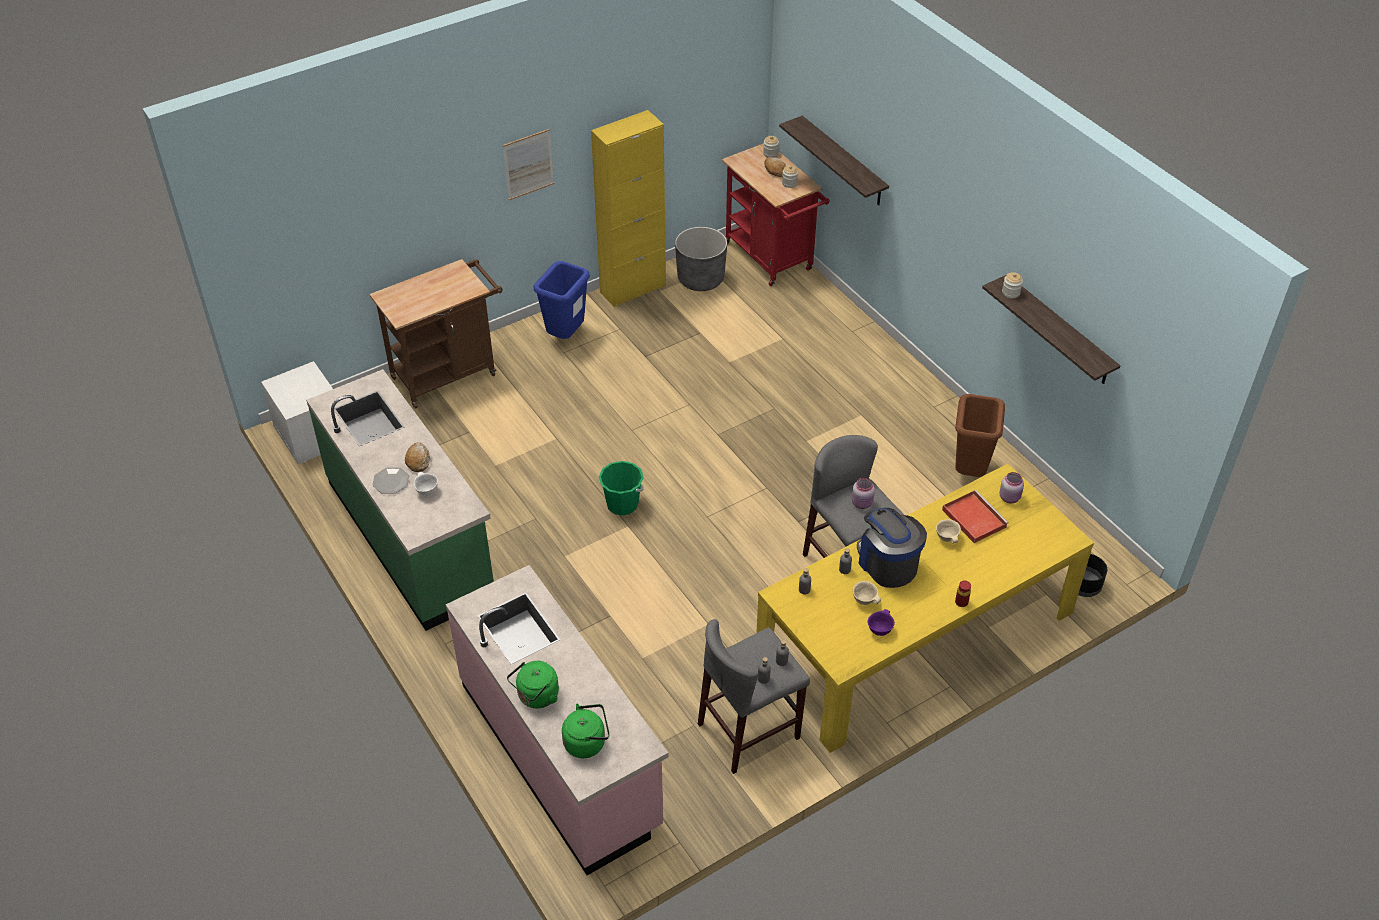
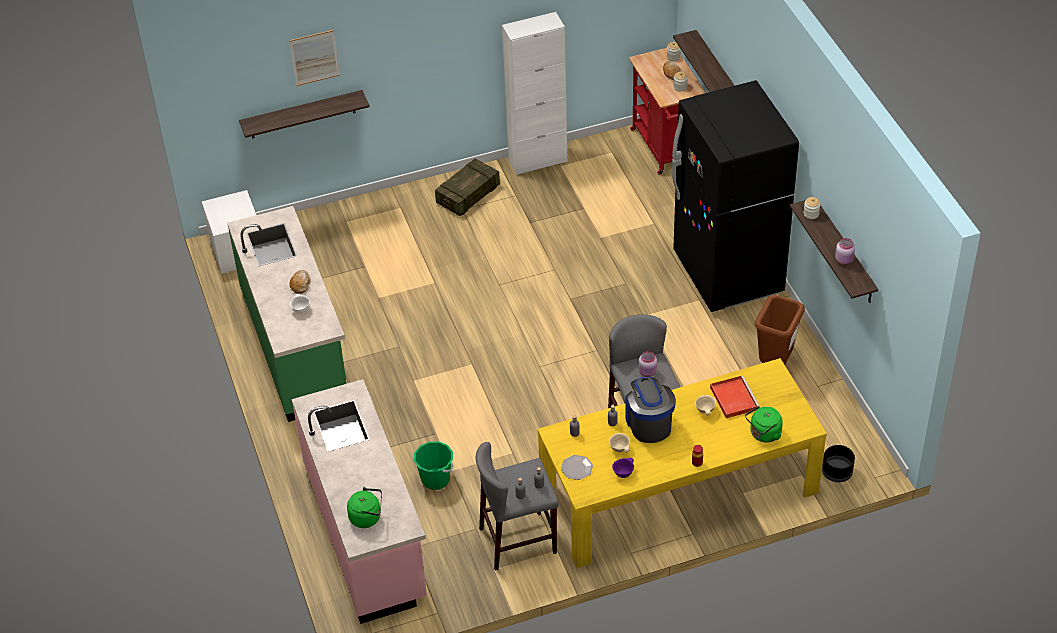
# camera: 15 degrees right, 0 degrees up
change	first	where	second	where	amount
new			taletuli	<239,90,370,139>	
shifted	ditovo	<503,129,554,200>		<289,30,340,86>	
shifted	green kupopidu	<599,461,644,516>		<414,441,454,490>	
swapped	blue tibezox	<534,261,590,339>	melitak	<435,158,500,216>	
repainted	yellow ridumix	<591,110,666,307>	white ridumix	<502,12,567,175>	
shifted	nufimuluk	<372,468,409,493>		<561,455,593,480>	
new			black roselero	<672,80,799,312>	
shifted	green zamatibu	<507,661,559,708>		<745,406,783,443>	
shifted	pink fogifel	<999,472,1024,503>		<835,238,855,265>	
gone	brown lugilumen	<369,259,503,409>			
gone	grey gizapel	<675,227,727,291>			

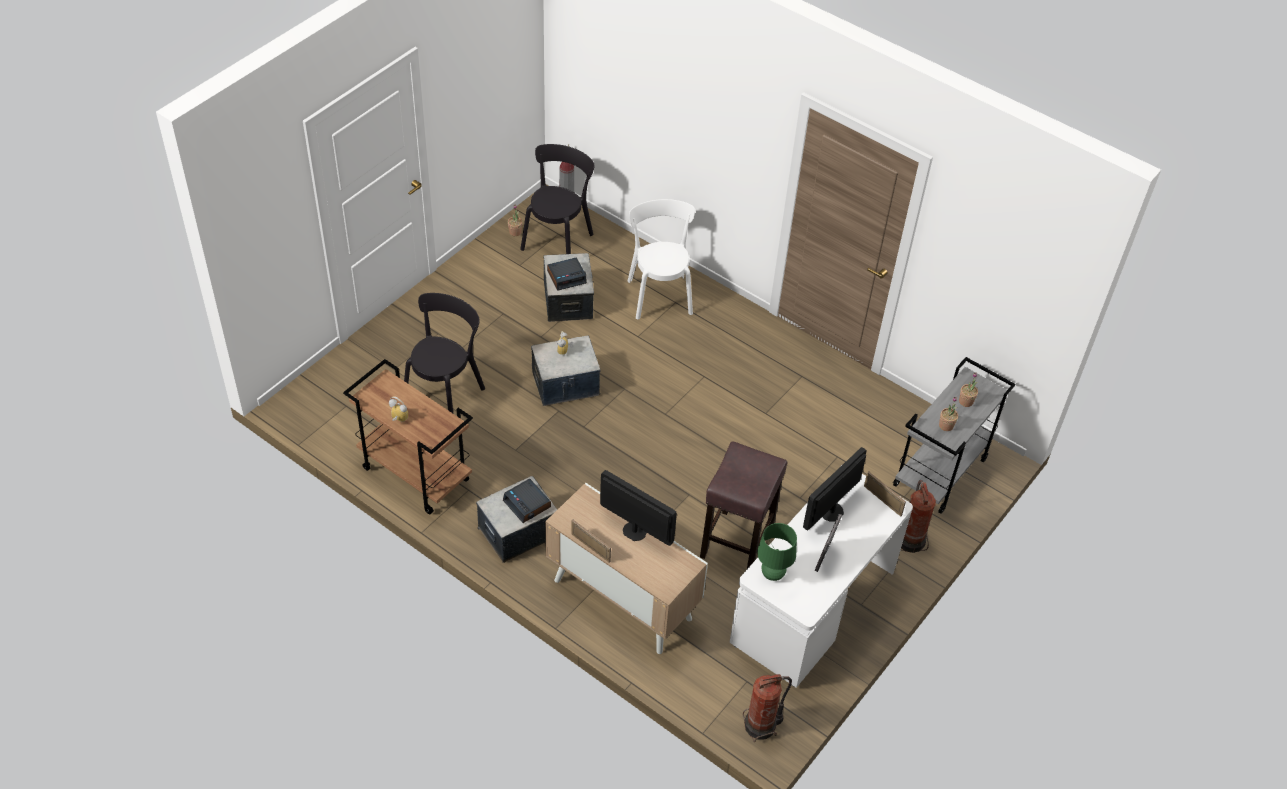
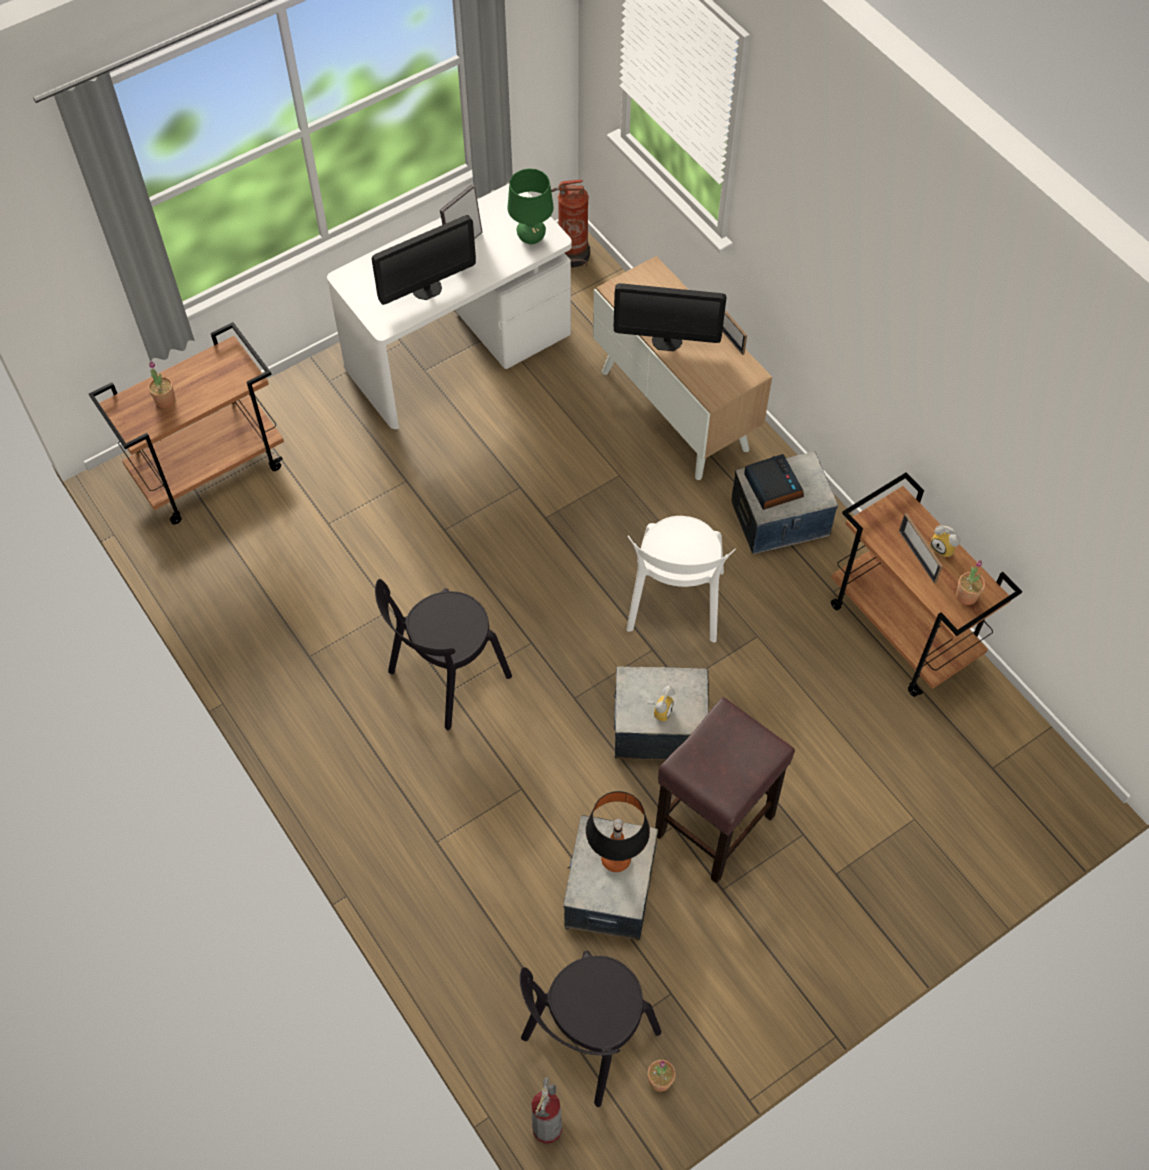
# camera: 160 degrees left, 10 degrees up
change	first	where	second	where	amount
repainted	grey lugilumen	<893,357,1015,514>	brown lugilumen	<89,322,284,524>	
shifted	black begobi	<404,293,485,413>		<375,579,512,730>	
swapped	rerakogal	<547,257,587,291>	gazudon	<586,791,650,872>	
rotated	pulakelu	<600,470,677,546>		<614,283,726,351>	45 degrees counterclockwise
shifted	white begobi	<628,199,695,320>		<626,516,736,643>	
shifted	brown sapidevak	<700,441,788,569>		<655,697,795,884>	
shifted	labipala	<864,471,906,517>		<899,513,943,584>	
shifted	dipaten	<939,397,958,431>		<956,560,985,605>	
gone	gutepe	<900,480,936,553>			

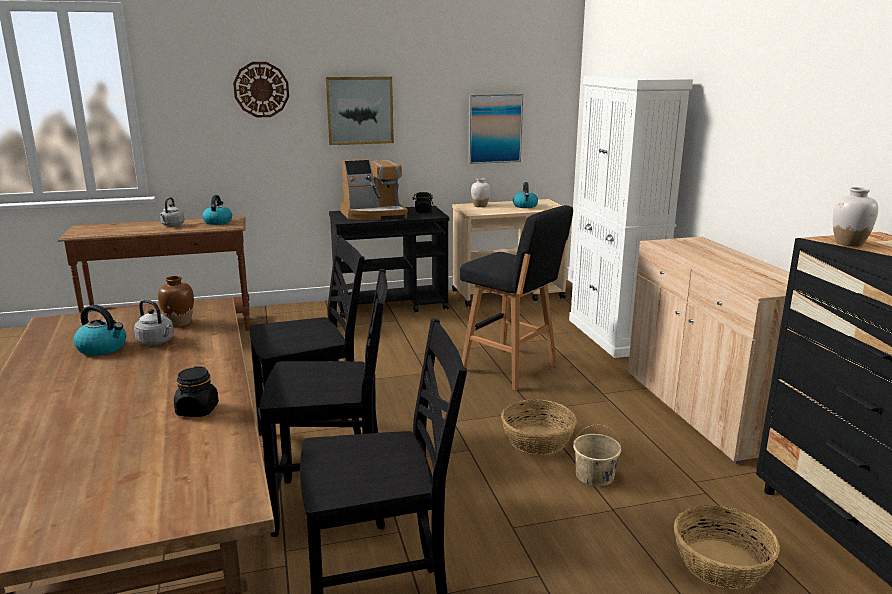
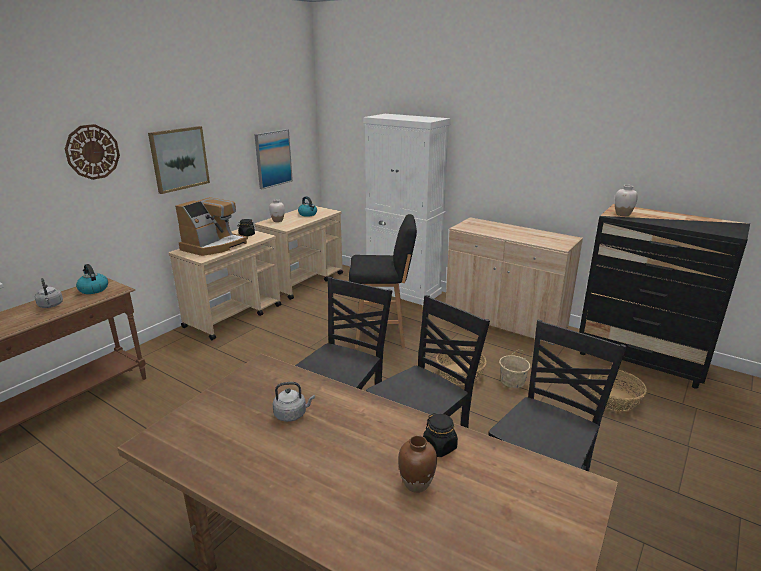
# camera: 40 degrees left, 5 degrees up
change	first	where	second	where	amount
repainted	black lugilumen	<329,206,449,319>	beige lugilumen	<168,229,281,340>	
shifted	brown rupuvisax	<158,276,194,327>		<398,435,437,493>	
gone	zamatibu	<73,305,126,356>			

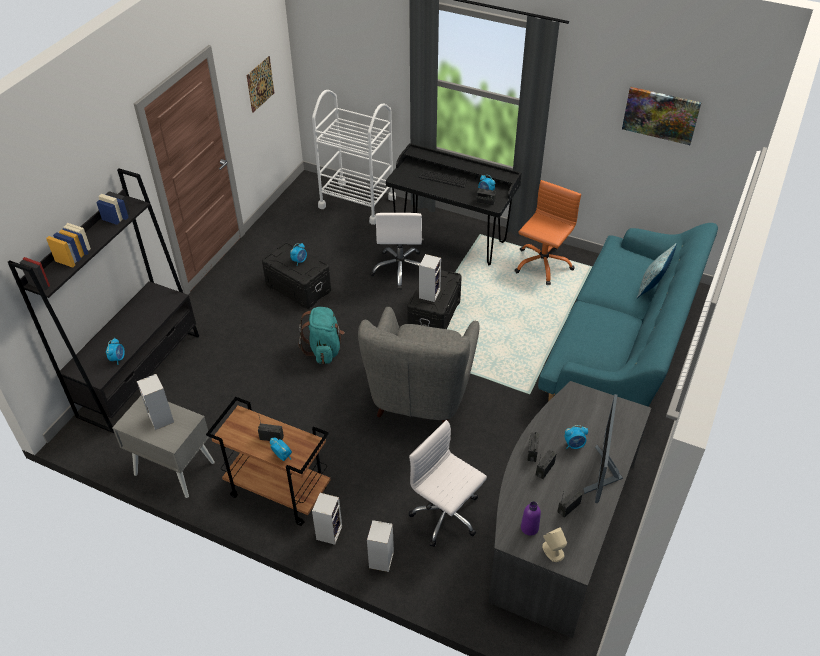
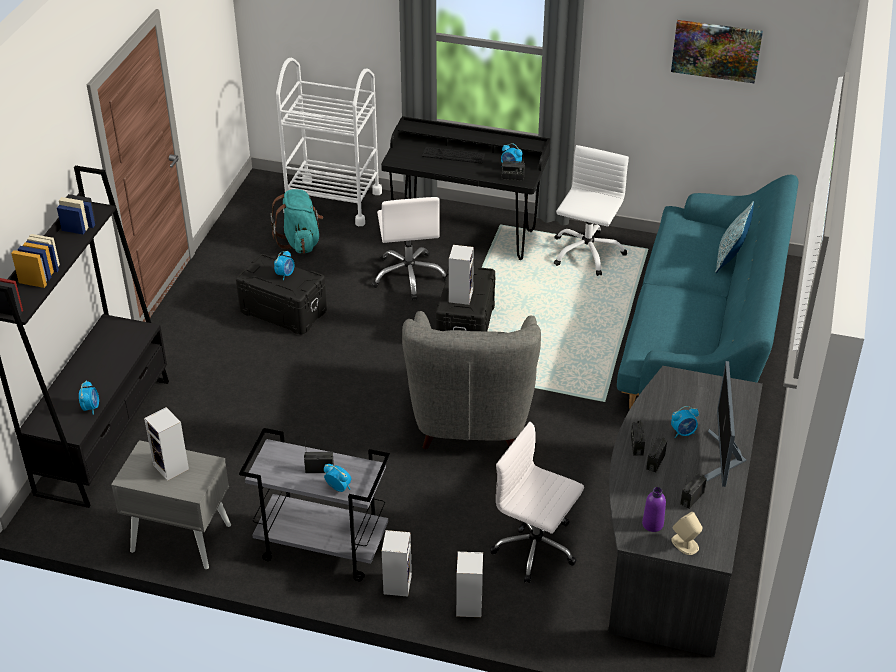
# camera: 10 degrees left, 5 degrees down
change	first	where	second	where	amount
repainted	brown lugilumen	<206,397,330,526>	grey lugilumen	<239,428,390,581>	
shifted	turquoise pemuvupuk	<299,307,345,364>		<270,189,323,254>	
repainted	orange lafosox	<514,180,581,285>	white lafosox	<554,145,629,276>	
gone	ditovo	<247,56,274,113>			

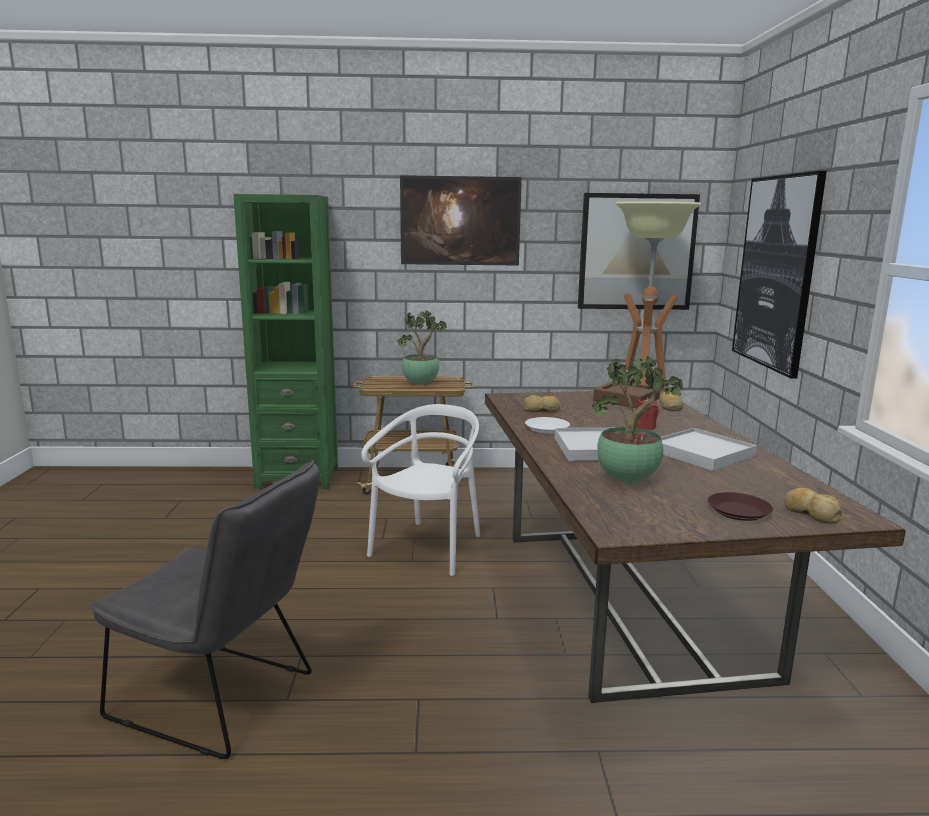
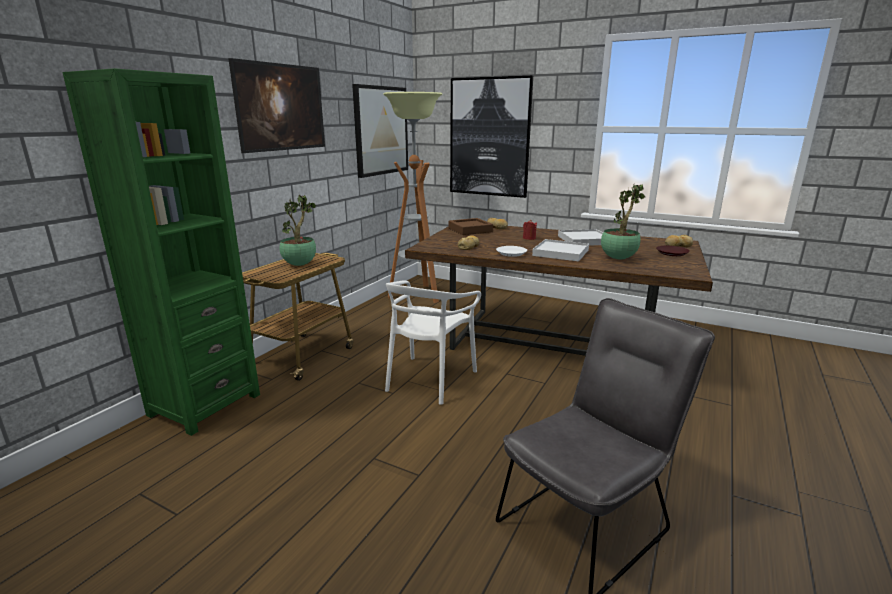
# camera: 60 degrees left, 5 degrees up
change	first	where	second	where	amount
rotated	white begobi	<361,404,480,576>		<385,281,481,405>	120 degrees counterclockwise

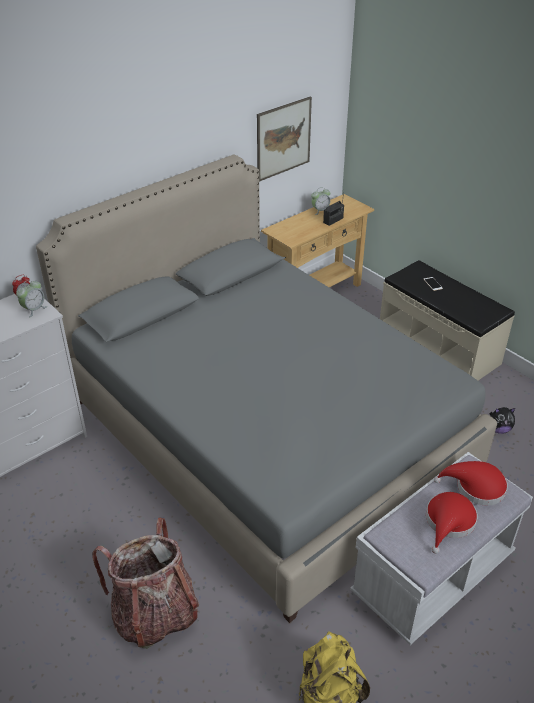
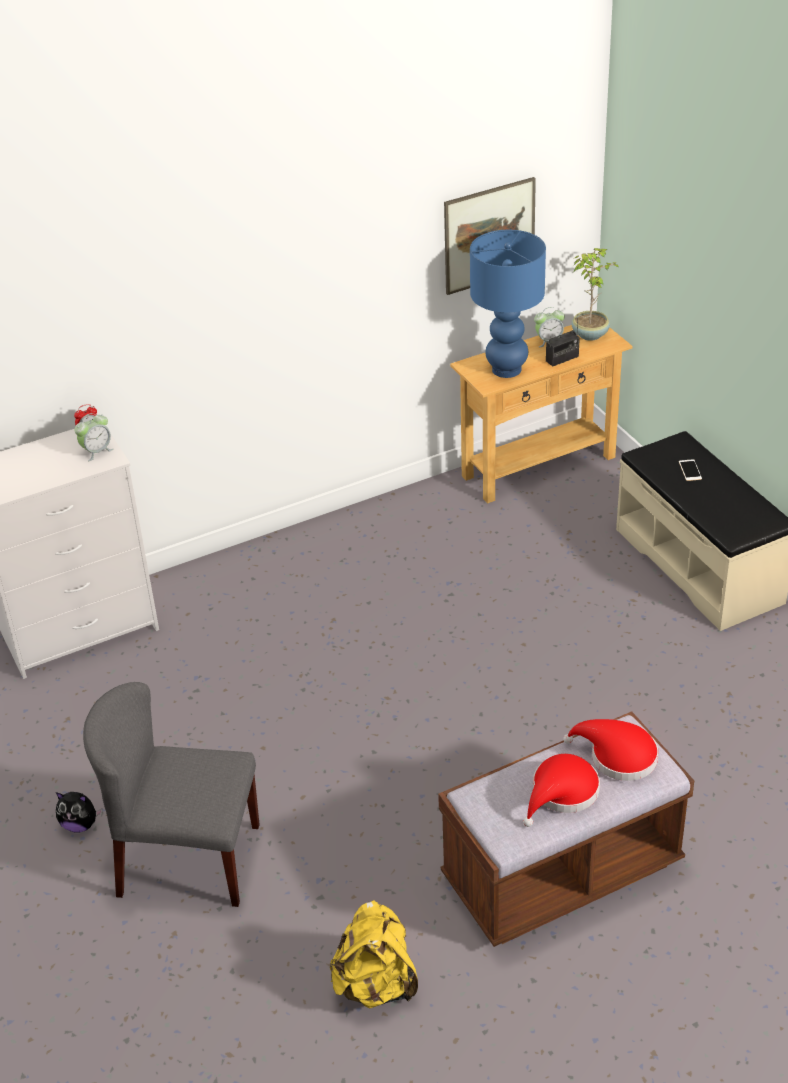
# camera: 15 degrees right, 0 degrees up
change	first	where	second	where	amount
shifted	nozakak	<490,407,515,434>		<56,792,103,832>	
swapped	pemuvupuk	<92,517,199,649>	grey begobi	<83,682,260,907>	
repainted	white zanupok	<350,452,533,645>	brown zanupok	<438,711,694,947>	
new			blue gazudon	<470,230,546,378>	
new			dipaten	<571,248,619,341>	
gone	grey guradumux	<36,155,497,623>			

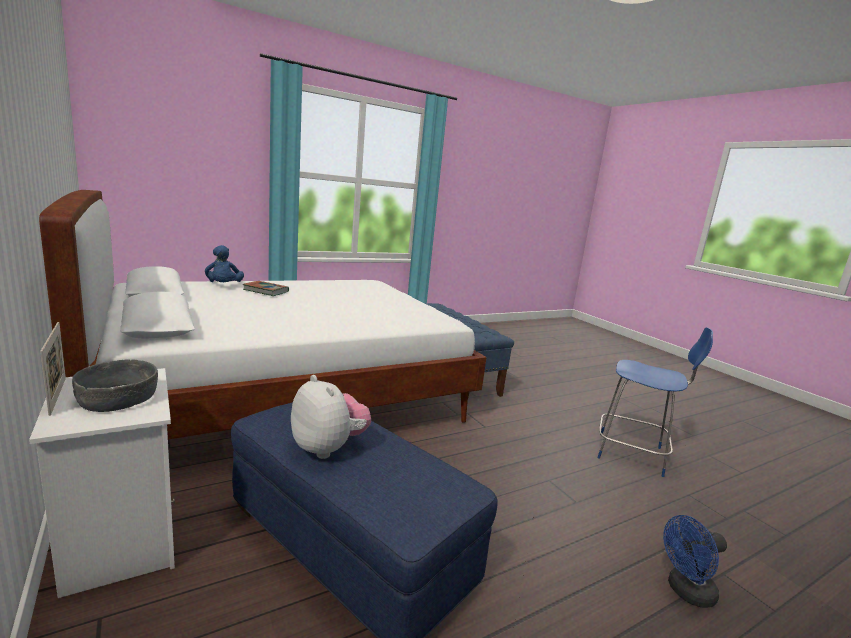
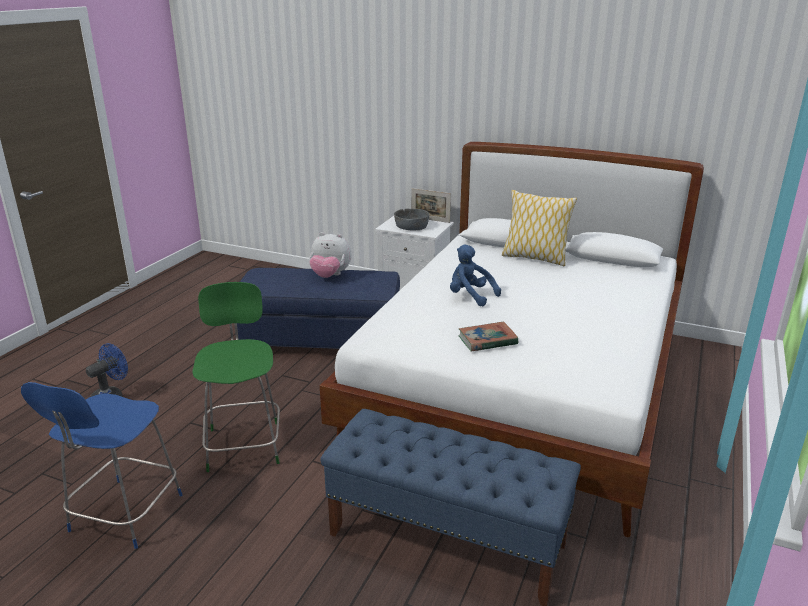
# camera: 145 degrees right, 10 degrees up
change	first	where	second	where	amount
rotated	blue begobi	<597,327,713,477>		<21,382,182,549>	60 degrees counterclockwise
new			green begobi	<192,282,280,472>	
shifted	blue nozakak	<205,245,244,282>		<450,245,501,306>	
shifted	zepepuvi	<243,281,289,296>		<458,321,518,352>	
new			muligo	<502,190,577,266>	

